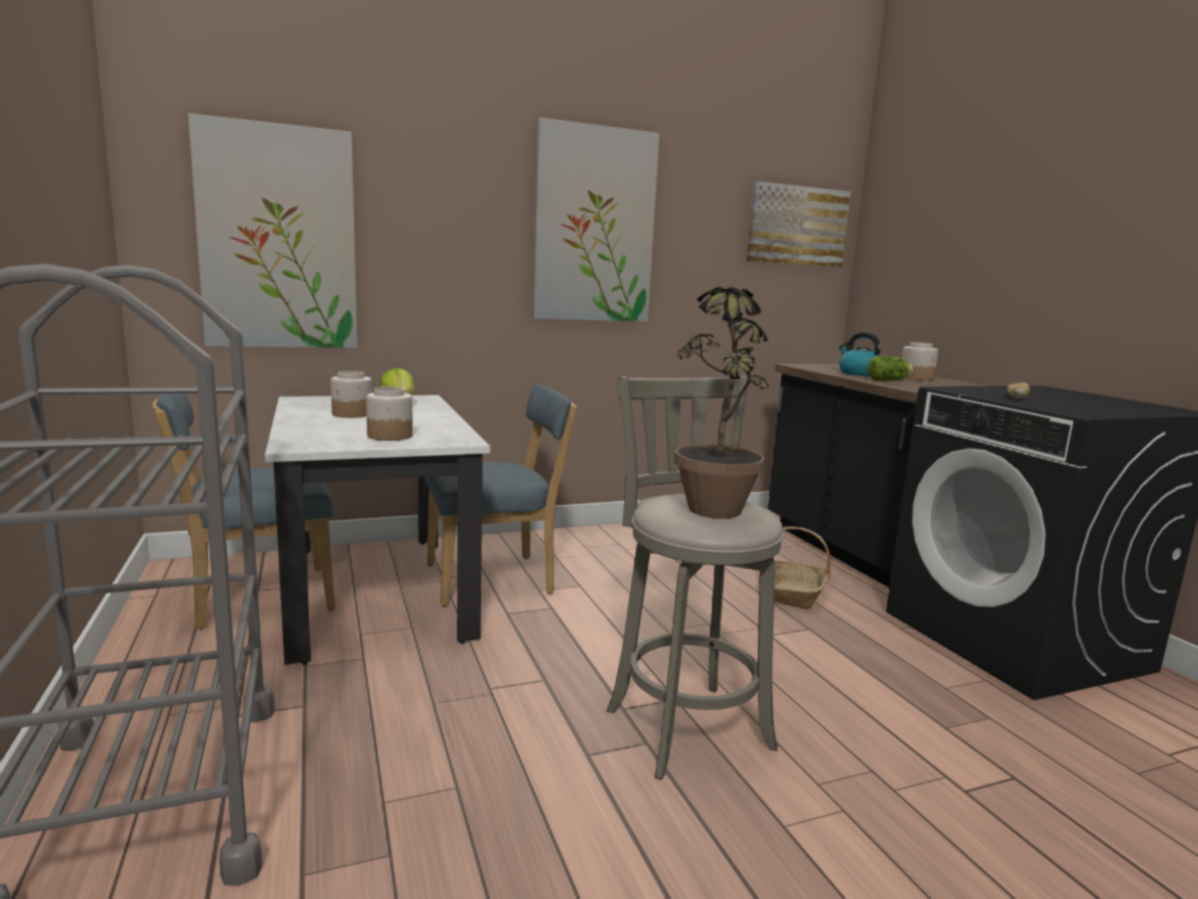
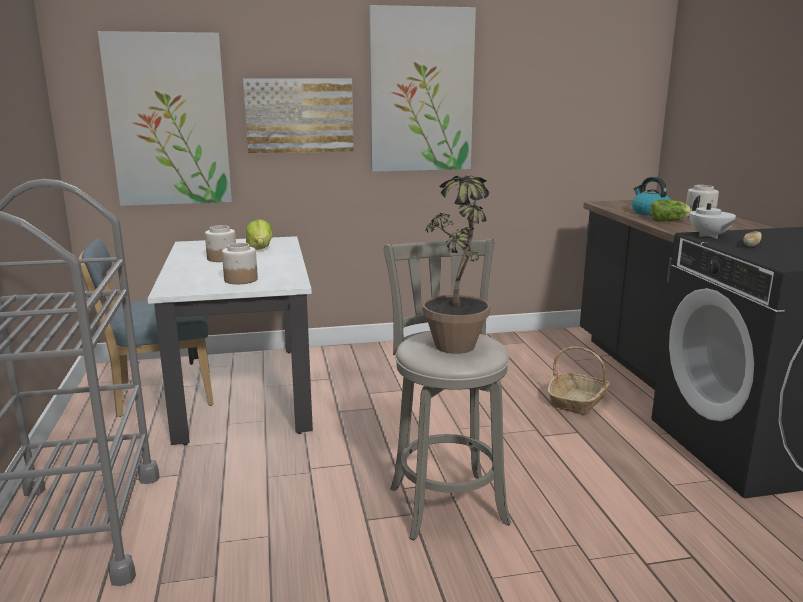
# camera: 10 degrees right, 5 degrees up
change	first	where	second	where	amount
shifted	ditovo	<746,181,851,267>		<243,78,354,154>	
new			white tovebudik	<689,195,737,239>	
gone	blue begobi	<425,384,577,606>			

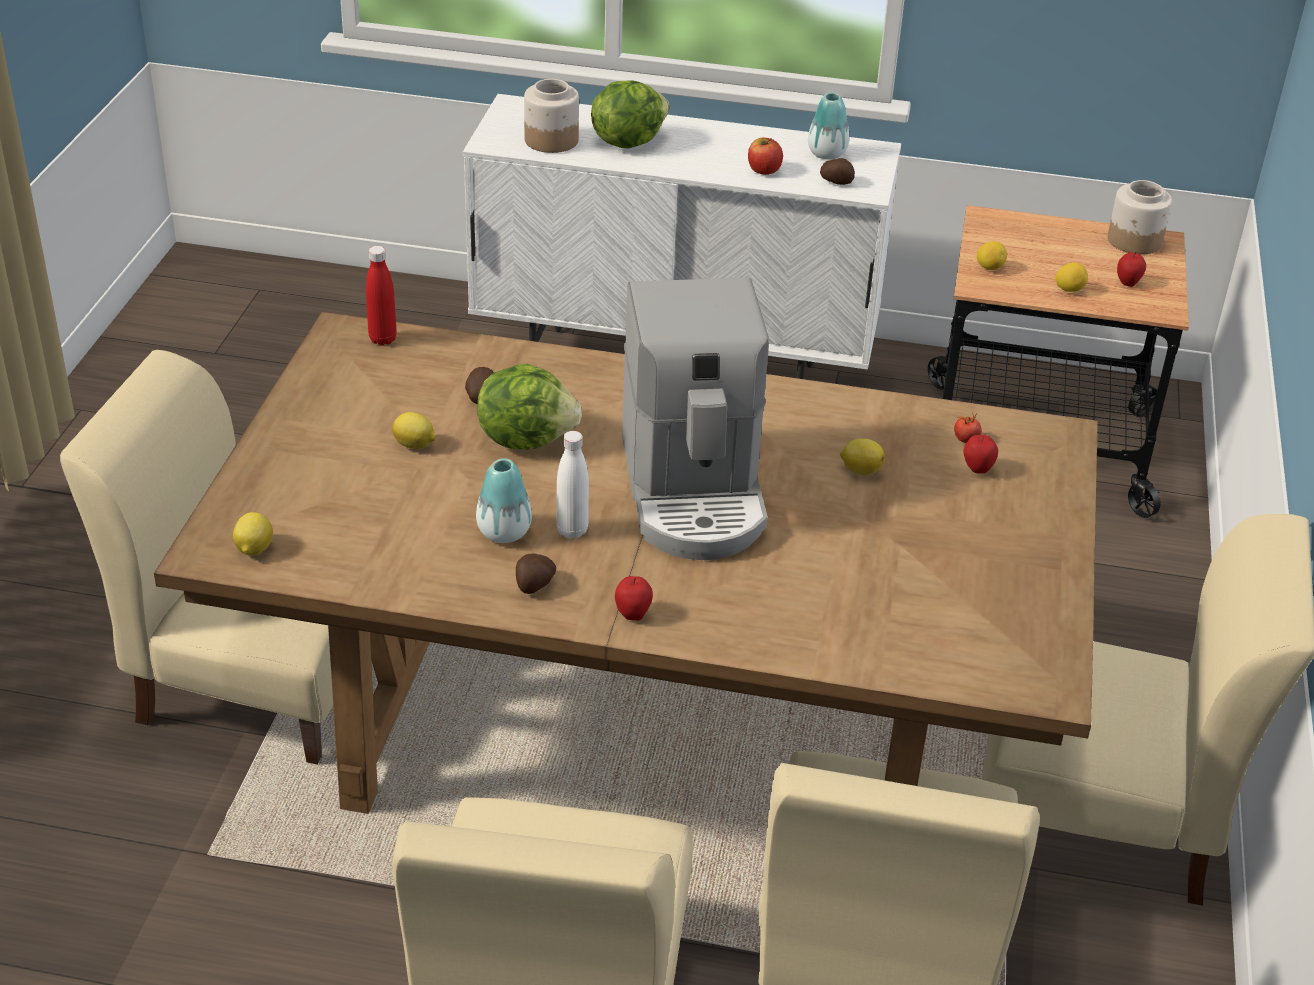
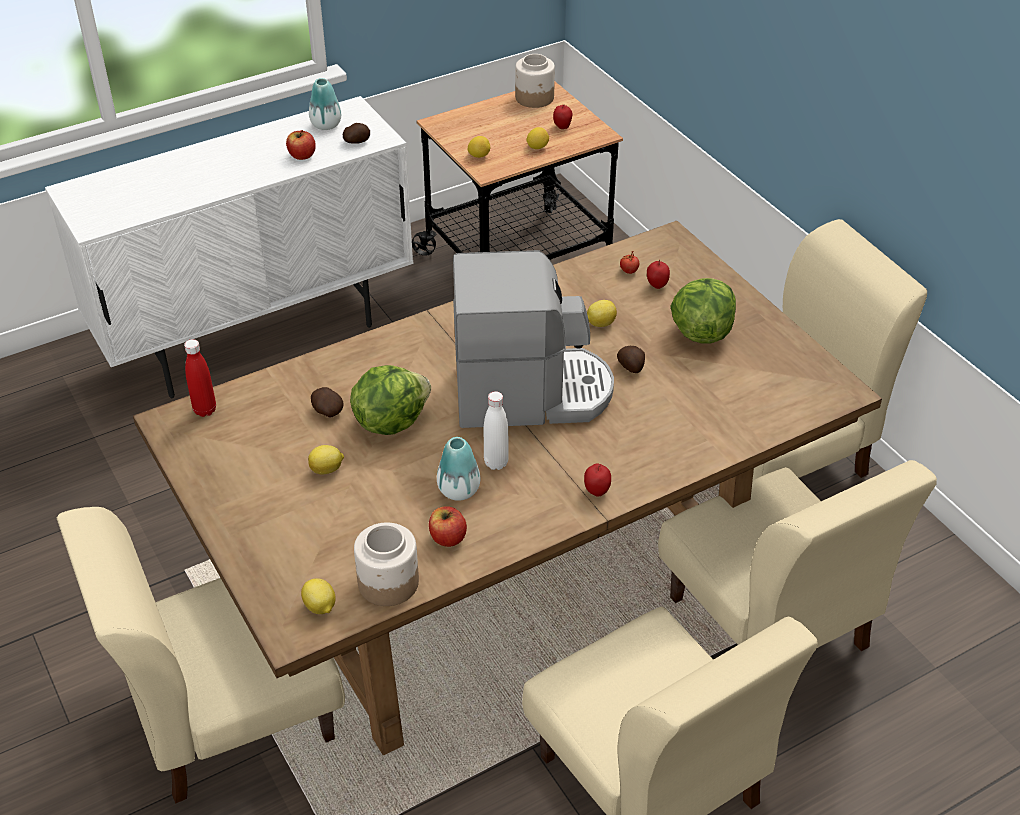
# camera: 40 degrees left, 5 degrees up
change	first	where	second	where	amount
shifted	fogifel	<524,79,579,153>		<354,523,419,606>	
new			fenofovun	<429,507,467,547>	
rotated	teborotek	<622,278,769,560>		<453,250,614,428>	45 degrees counterclockwise
shifted	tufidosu	<516,554,556,594>		<617,346,645,373>	
shifted	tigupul	<591,80,669,148>		<670,278,736,343>	

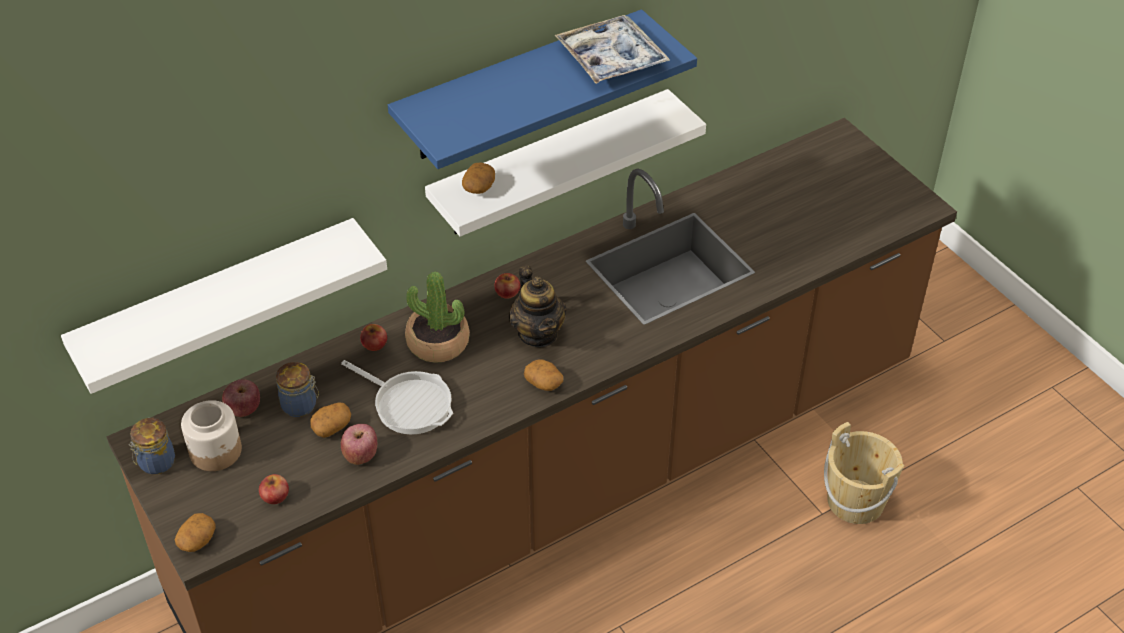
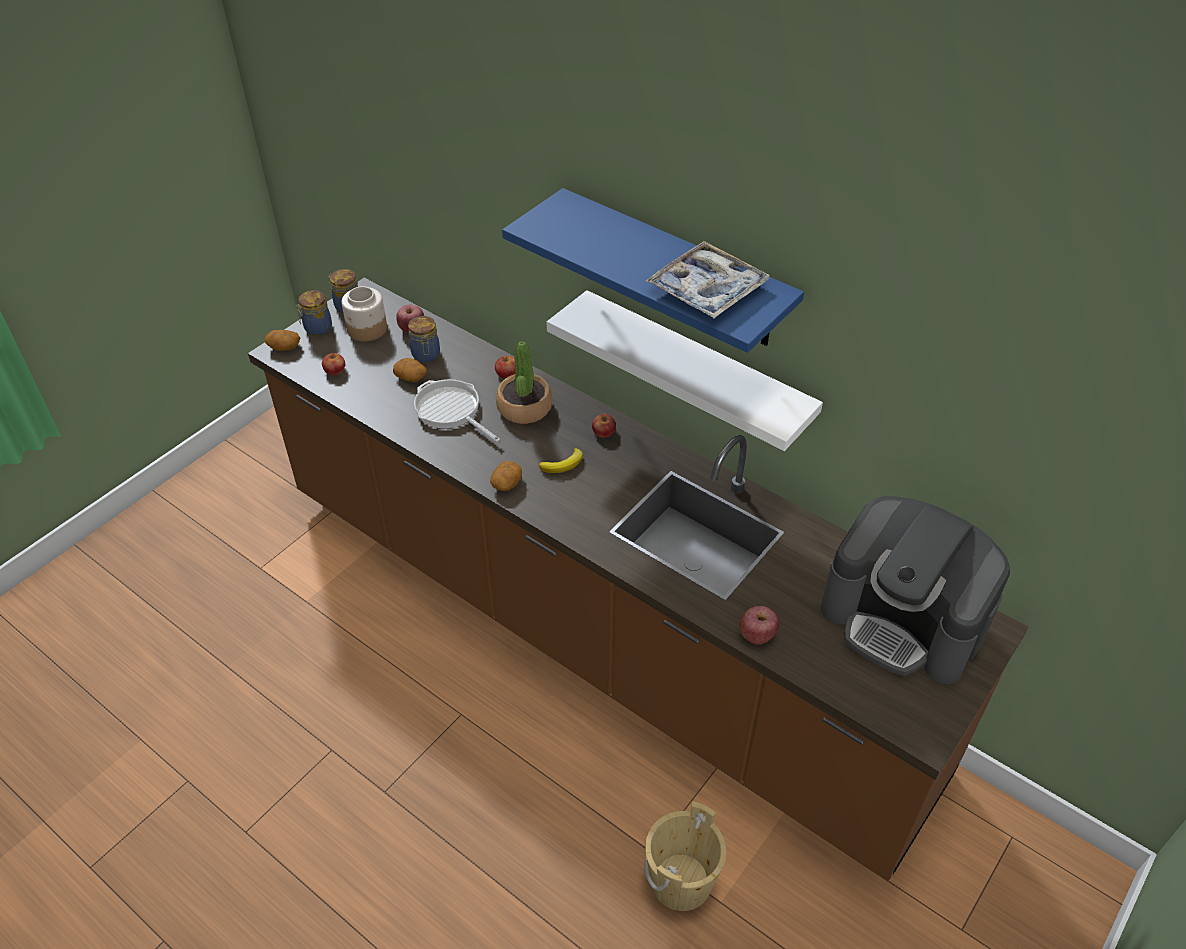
# camera: 70 degrees right, 0 degrees up
change	first	where	second	where	amount
new			fogifel	<296,290,332,336>	
rotated	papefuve	<341,360,453,435>		<414,379,501,443>	120 degrees clockwise
swapped	tovebudik	<509,265,567,347>	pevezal	<539,448,583,473>	
shifted	fenofovun	<341,424,377,465>		<739,606,779,644>	
new			teborotek	<821,496,1010,684>	
gone	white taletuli	<61,218,387,394>			
gone	tufidosu	<462,162,495,194>			

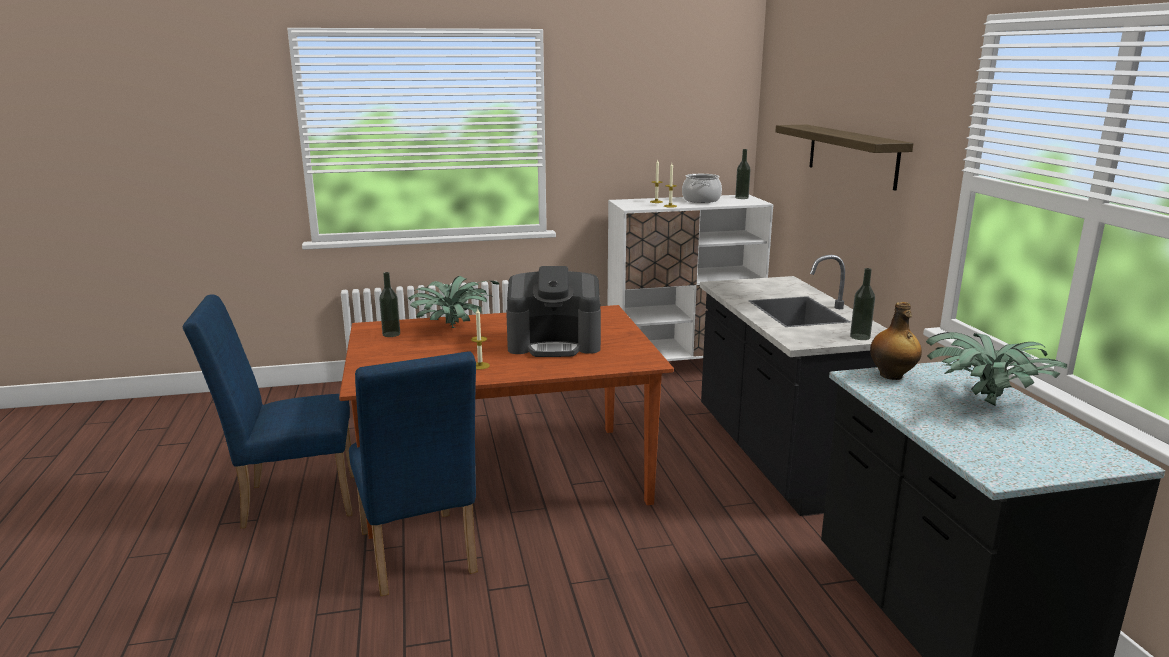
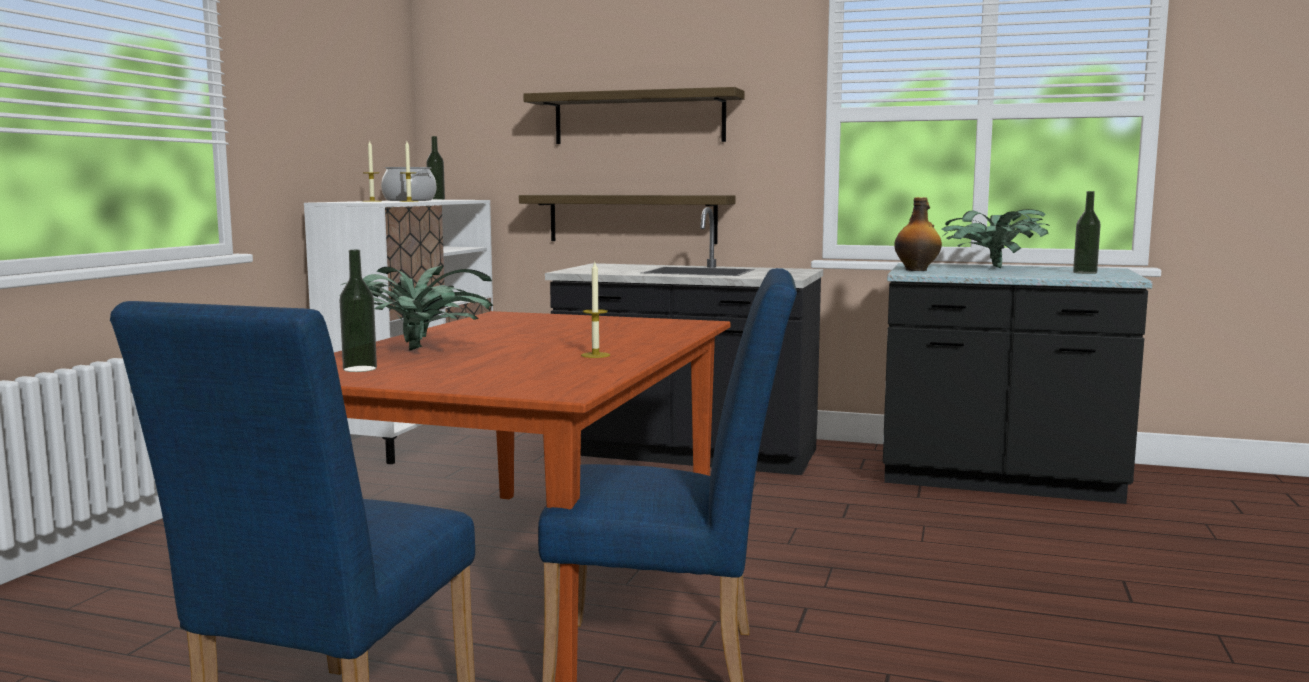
# camera: 60 degrees left, 10 degrees down
change	first	where	second	where	amount
new			taletuli	<519,195,736,244>	
shifted	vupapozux	<850,268,875,340>		<1073,191,1101,274>	
gone	teborotek	<506,266,601,357>			

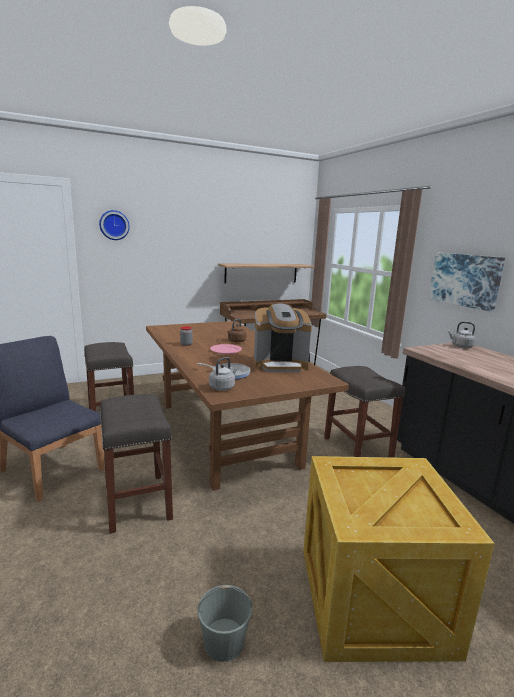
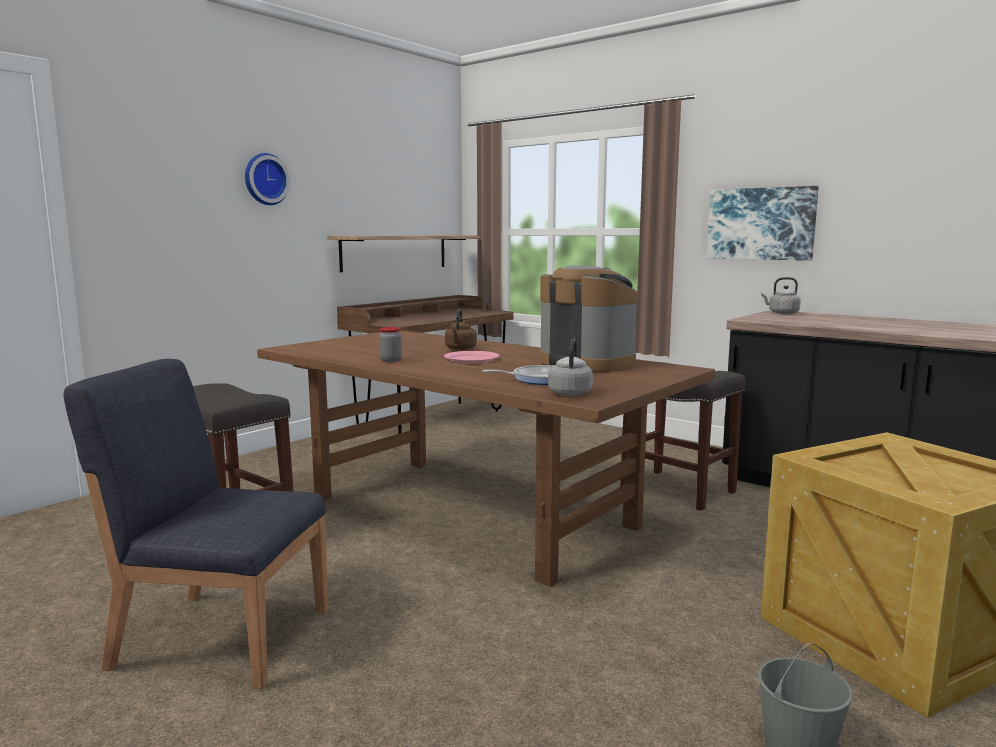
# camera: 25 degrees left, 5 degrees down
change	first	where	second	where	amount
shifted	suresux	<99,210,130,240>		<245,153,290,205>	
rotated	teborotek	<253,304,312,372>		<540,265,638,372>	105 degrees counterclockwise
gone	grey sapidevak	<100,394,173,533>			

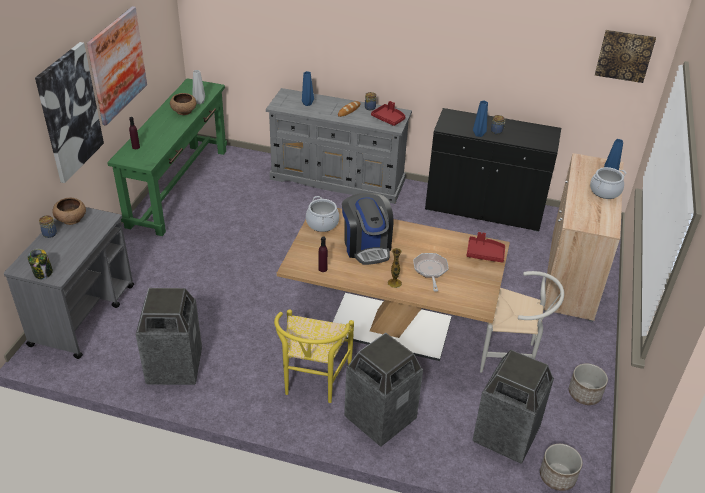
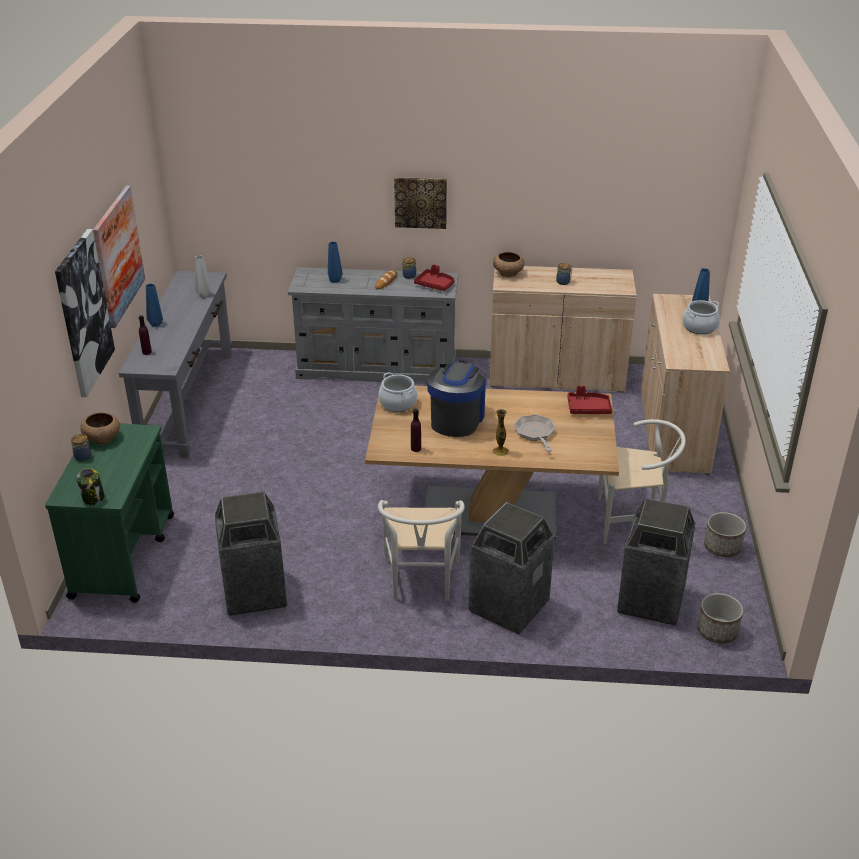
# camera: 10 degrees left, 5 degrees down
change	first	where	second	where	amount
repainted	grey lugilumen	<4,207,134,359>	green lugilumen	<45,424,174,603>	
repainted	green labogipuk	<107,78,227,236>	grey labogipuk	<119,271,233,458>	
shifted	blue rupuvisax	<473,100,488,137>		<146,283,163,326>	
repainted	yellow begobi	<274,309,354,403>	white begobi	<378,500,465,601>	
shifted	ditovo	<595,30,656,83>		<394,177,447,229>	
rotated	teborotek	<342,193,394,265>		<427,361,486,437>	135 degrees counterclockwise
repainted	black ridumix	<425,108,561,232>	beige ridumix	<490,266,637,392>	
shifted	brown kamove	<170,93,197,115>		<493,252,524,277>	

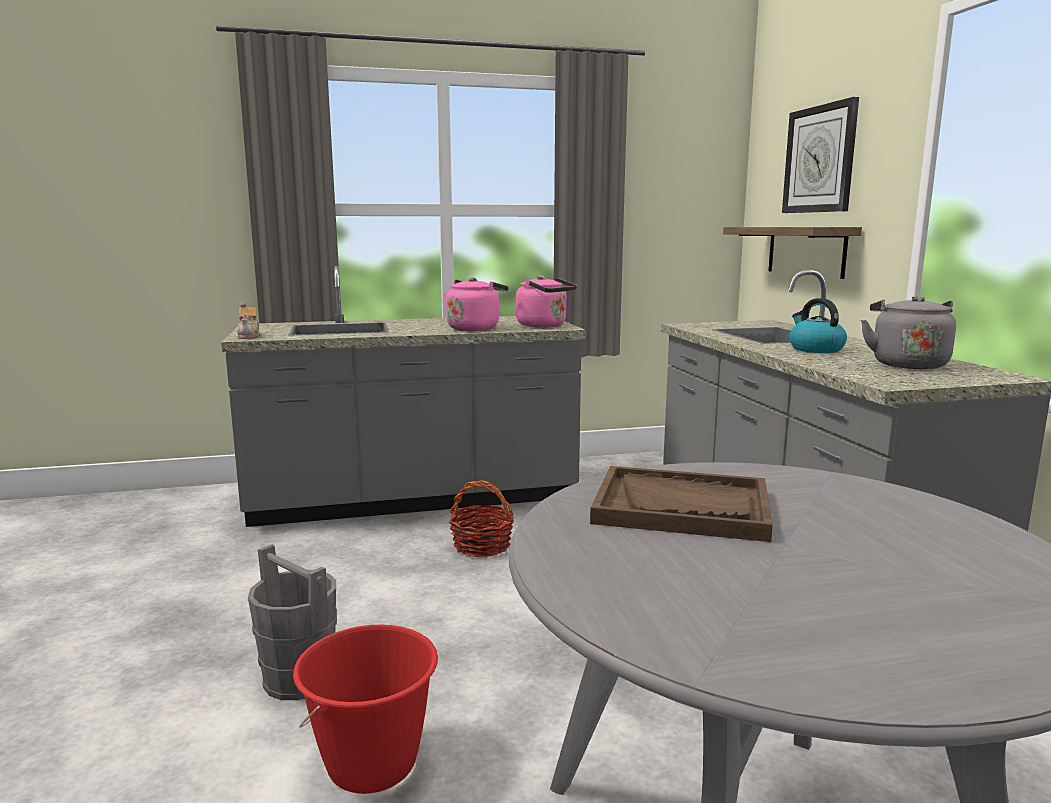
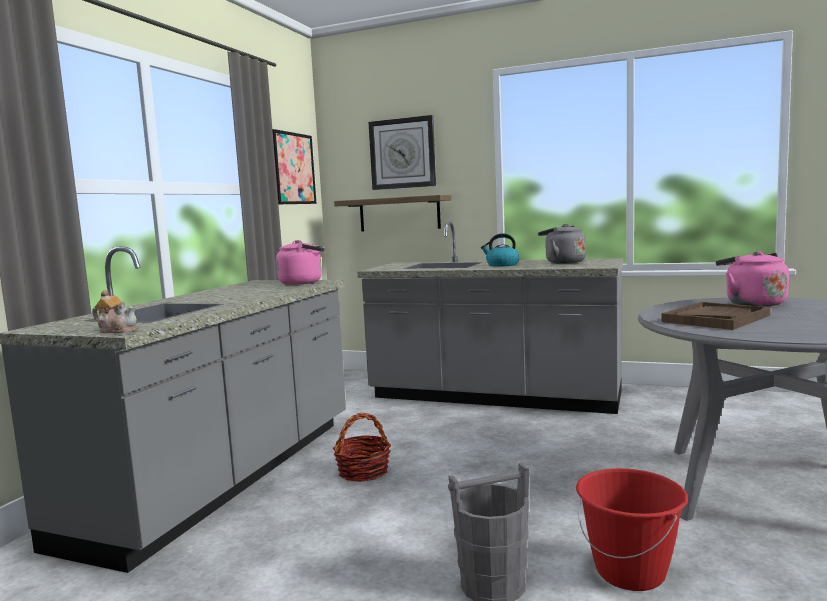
# camera: 55 degrees left, 5 degrees down
change	first	where	second	where	amount
new			ditovo	<272,129,317,204>	
shifted	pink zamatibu	<444,277,509,331>		<716,251,789,306>	

